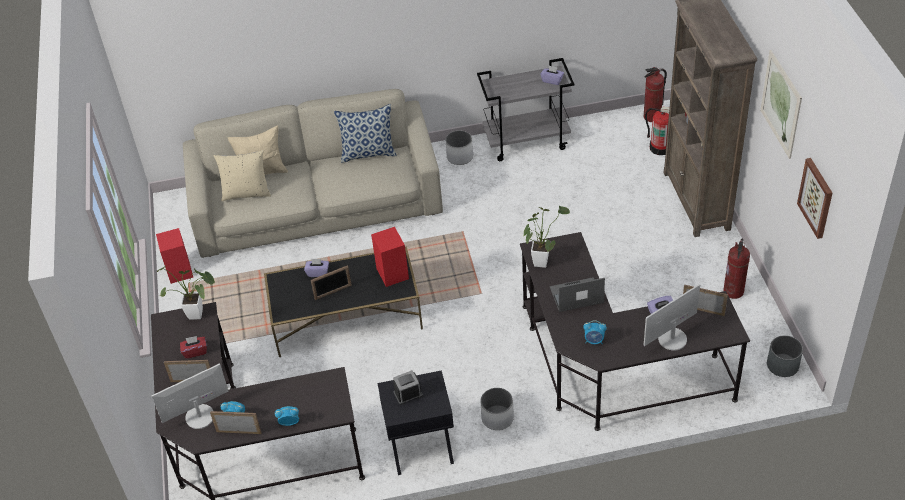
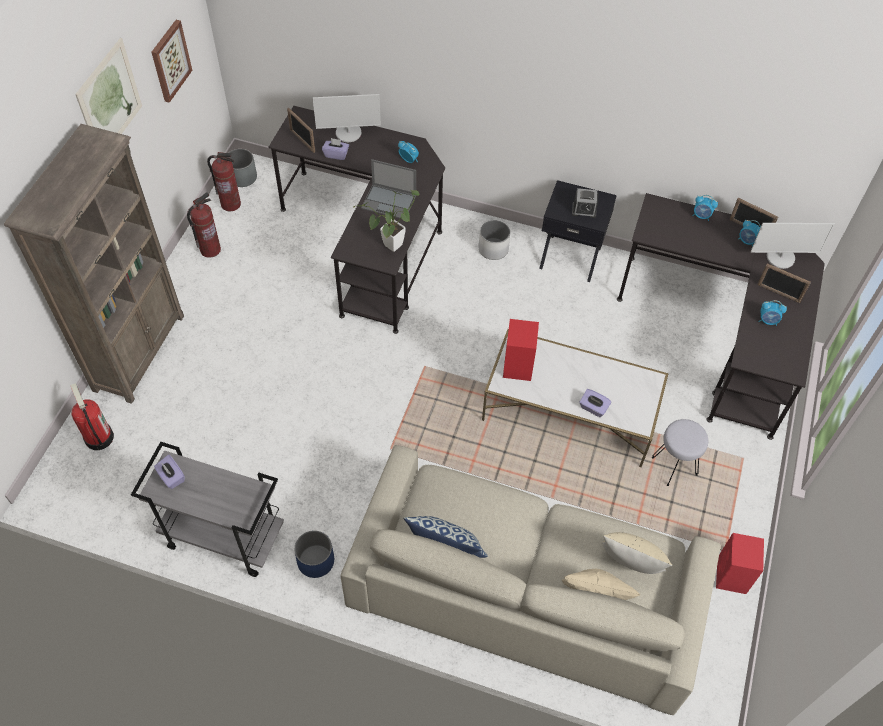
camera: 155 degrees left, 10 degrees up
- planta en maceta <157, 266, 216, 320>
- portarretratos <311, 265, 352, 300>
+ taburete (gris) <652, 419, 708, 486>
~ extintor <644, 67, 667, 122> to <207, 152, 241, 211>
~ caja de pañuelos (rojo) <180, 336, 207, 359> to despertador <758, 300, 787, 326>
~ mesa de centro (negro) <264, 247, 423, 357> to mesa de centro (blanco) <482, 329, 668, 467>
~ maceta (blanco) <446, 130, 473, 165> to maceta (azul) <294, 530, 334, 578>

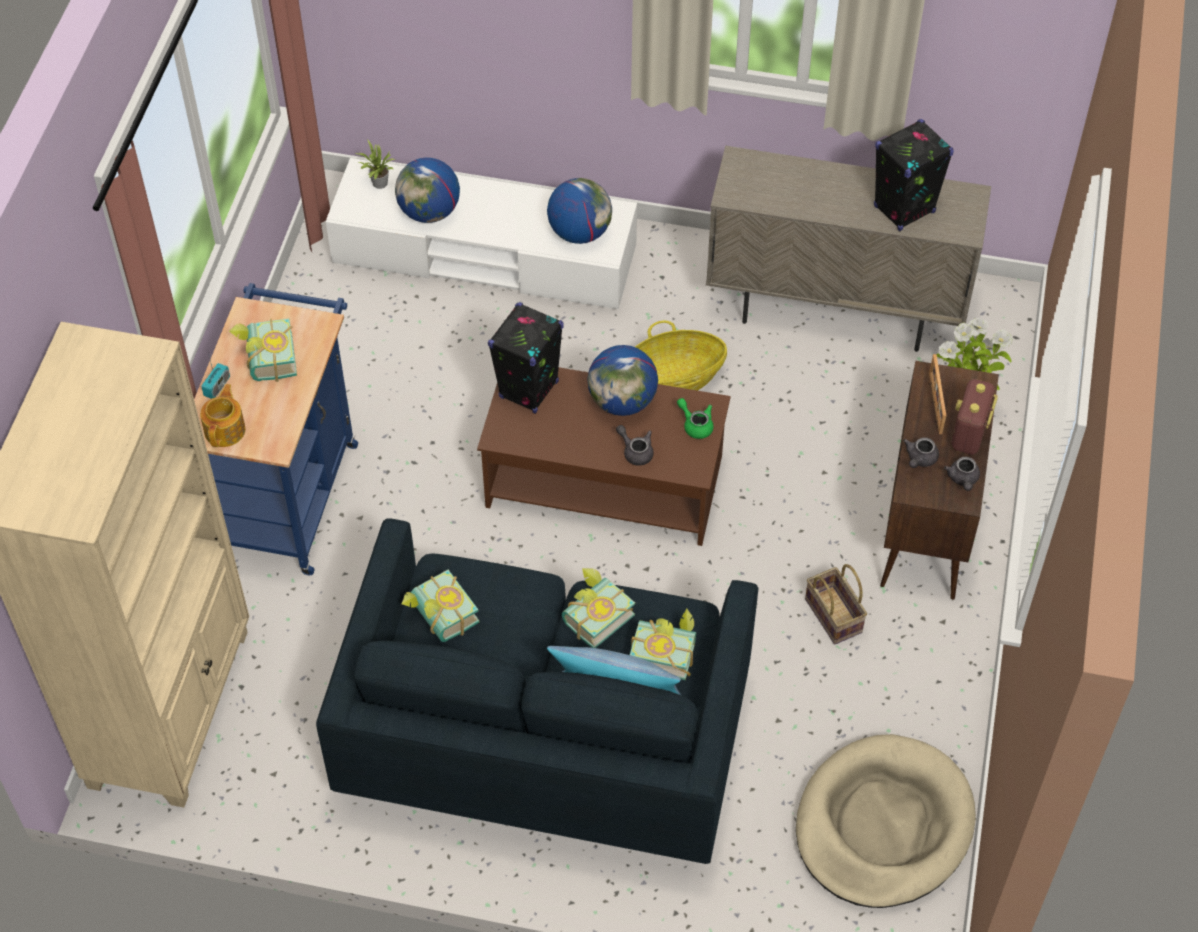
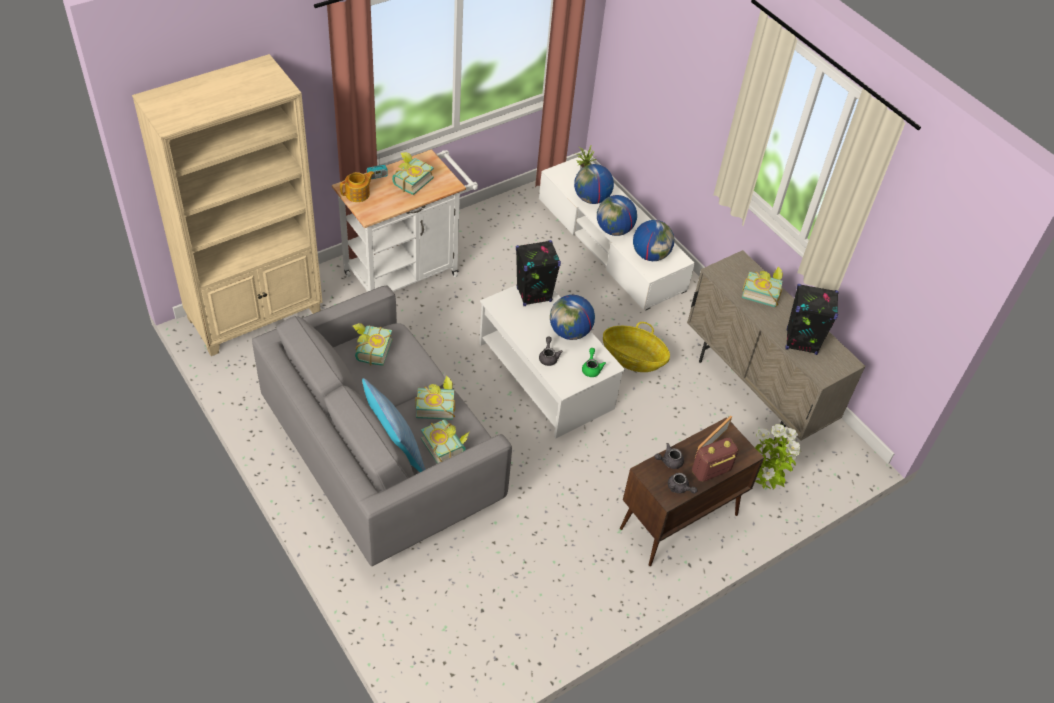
camera: 40 degrees right, 5 degrees down
- cama para perro (beis) <796, 734, 976, 908>
- cesta <805, 564, 867, 644>
+ globo terráqueo <597, 195, 637, 236>
+ libro <742, 266, 783, 307>
~ carrito (azul) <194, 283, 358, 575> to carrito (blanco) <332, 149, 478, 292>
~ sofá (azul) <316, 518, 758, 864> to sofá (gris) <252, 285, 512, 566>
~ mesa de centro (marrón) <477, 367, 731, 546> to mesa de centro (blanco) <479, 285, 625, 438>
~ tetera (gris) <944, 457, 980, 491> = <668, 473, 698, 493> 90 degrees counterclockwise

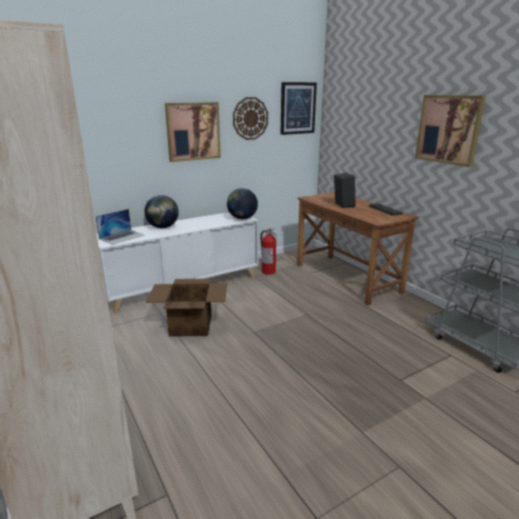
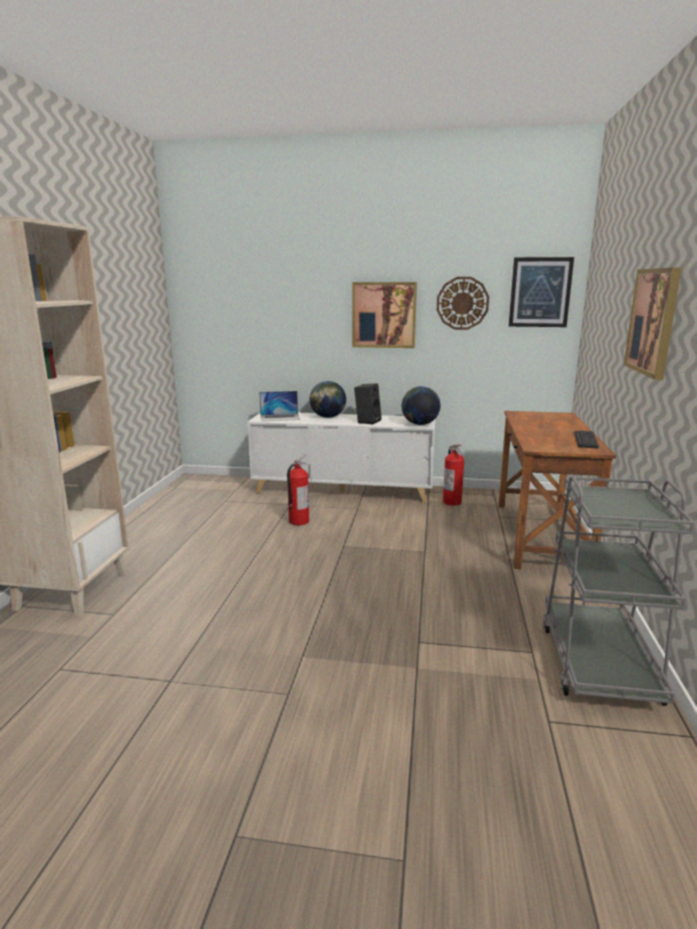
camera: 40 degrees right, 5 degrees down
~ altavoz (negro) <334, 173, 356, 208> to <354, 383, 382, 425>
~ caja de cartón <146, 279, 227, 337> to extintor <287, 454, 309, 525>

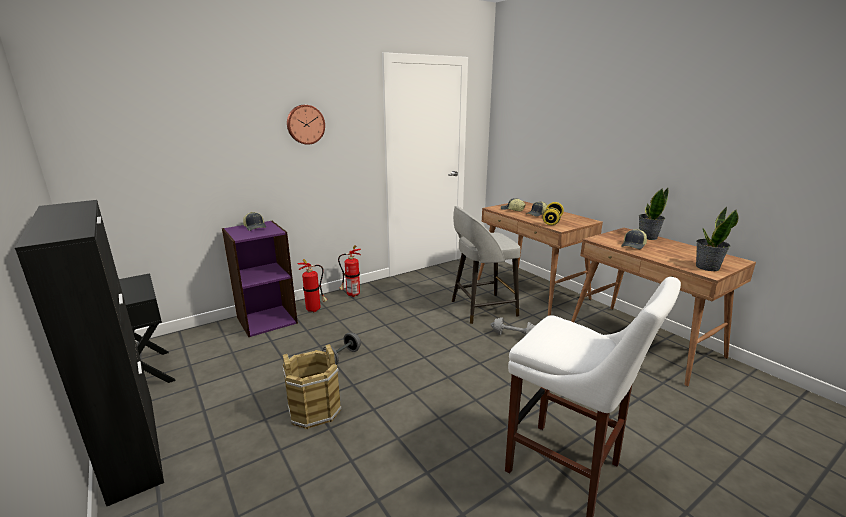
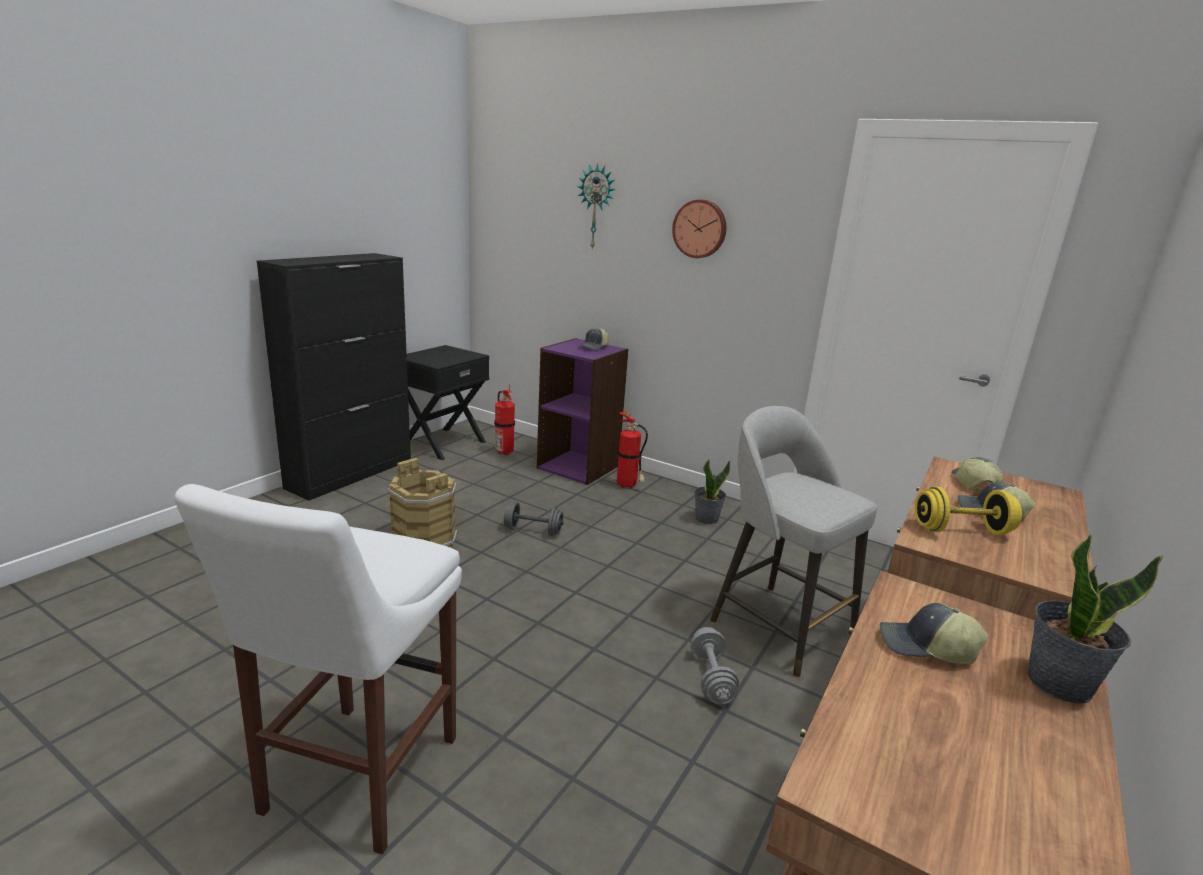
camera: 65 degrees right, 0 degrees up
+ reloj de pared <577, 163, 616, 250>
~ extintor <338, 245, 361, 297> to <494, 385, 515, 455>
~ planta en maceta <696, 207, 739, 271> to <694, 459, 731, 525>

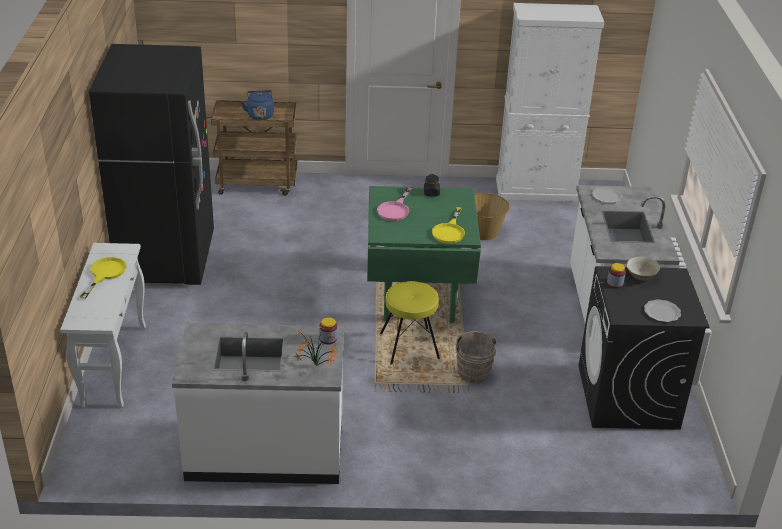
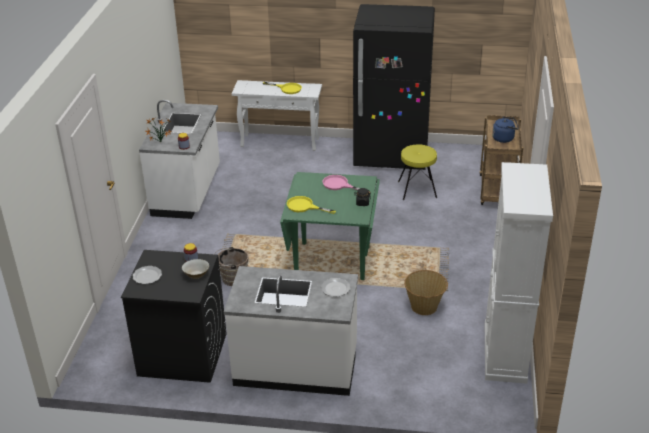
camera: 100 degrees right, 0 degrees up
~ taburete (amarillo) <380, 281, 440, 365> to <398, 145, 437, 200>

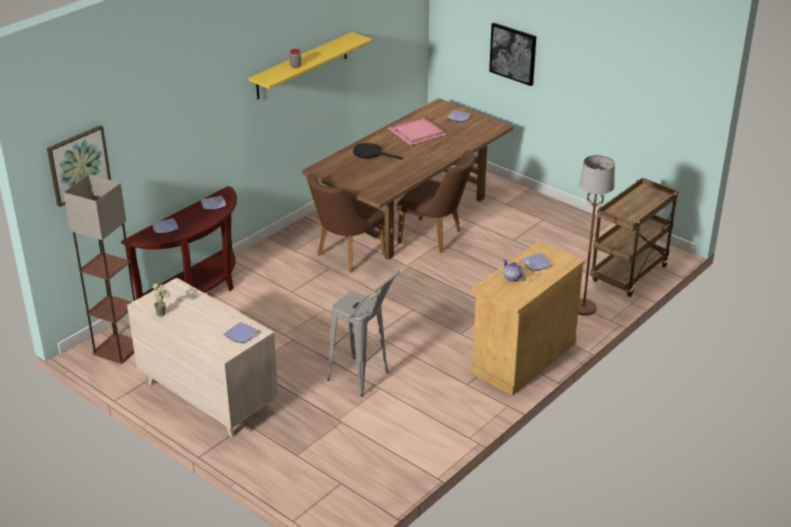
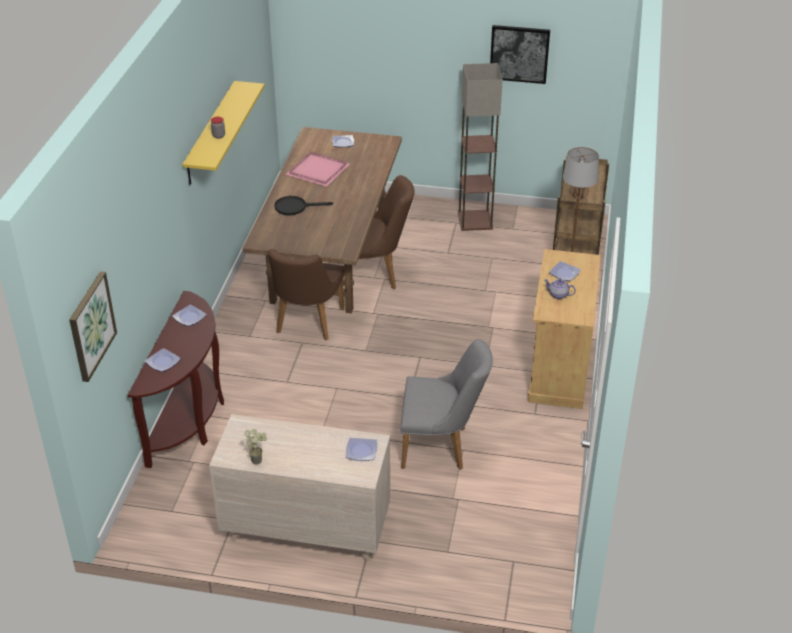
camera: 30 degrees left, 5 degrees up
~ lámpara de pie <63, 174, 135, 364> to <458, 63, 503, 231>
~ cuadro <489, 23, 536, 86> to <490, 25, 550, 84>
~ taburete (gris) <327, 270, 400, 396> to silla (gris) <400, 339, 493, 470>

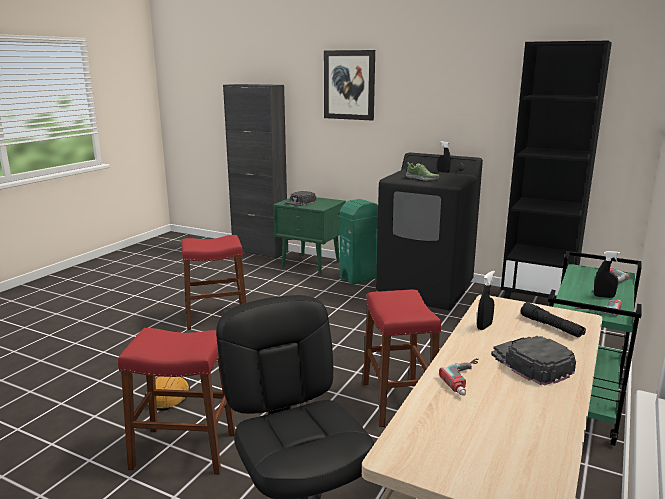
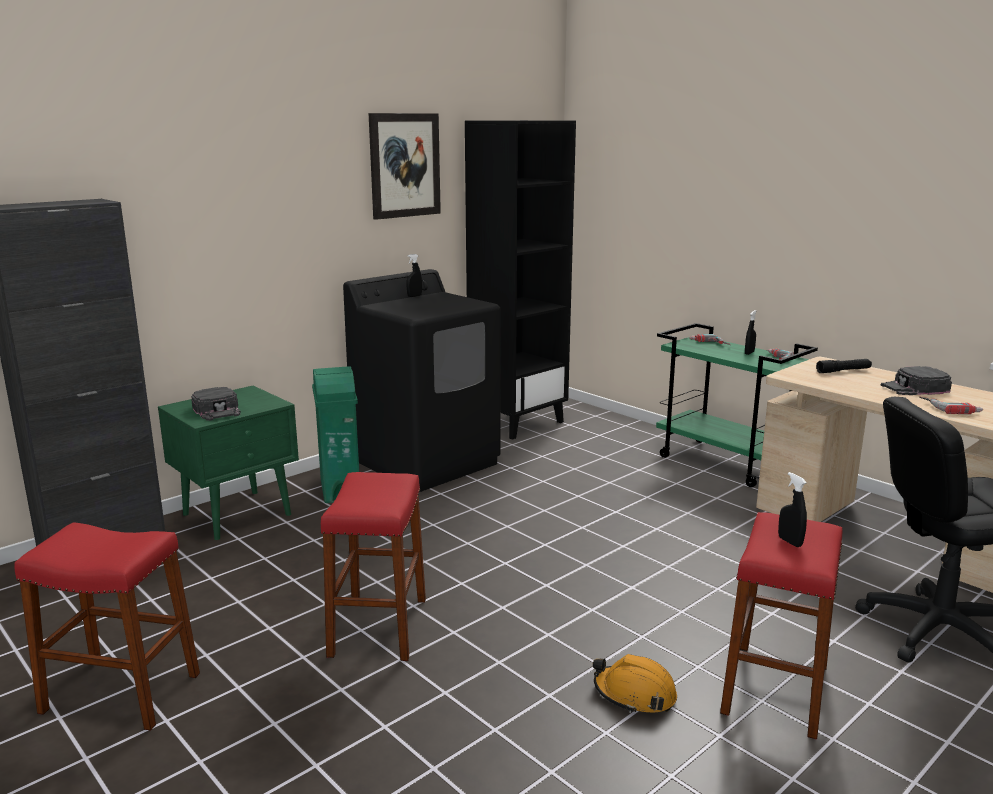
camera: 70 degrees left, 0 degrees up
- zapato <406, 163, 439, 181>
~ cuadro <324, 50, 375, 121> to <369, 113, 441, 220>
~ taburete (rojo) <363, 290, 441, 427> to <14, 522, 200, 731>
~ pulverizador (negro) <477, 271, 495, 330> to <778, 472, 807, 547>

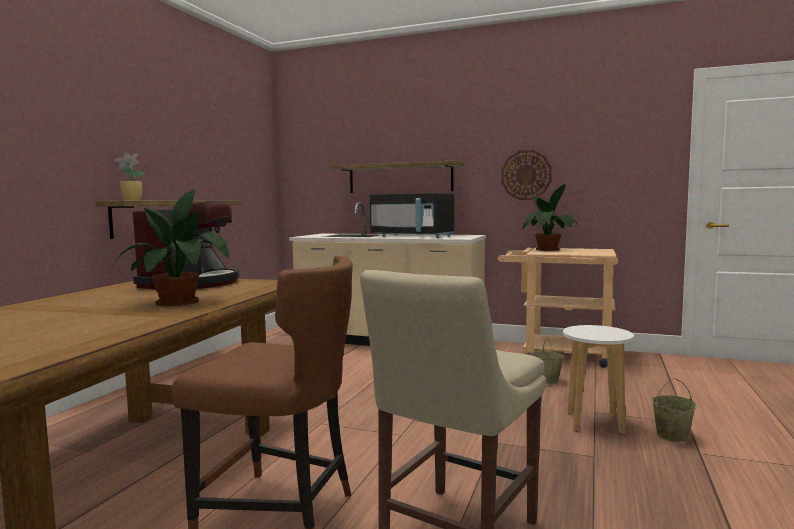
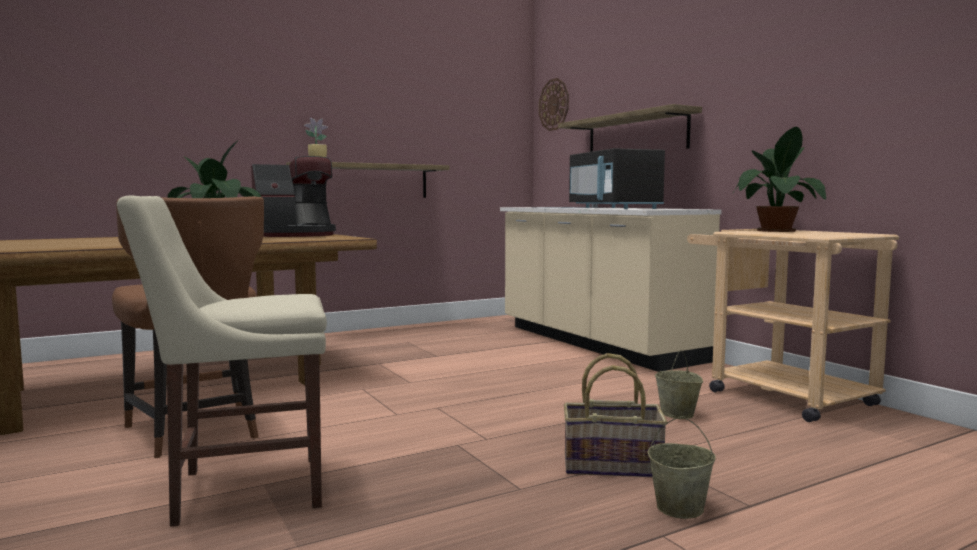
camera: 40 degrees right, 0 degrees up
~ reloj de pared <501, 150, 552, 200> to <539, 78, 569, 131>
~ taburete (blanco) <563, 325, 634, 435> to cesta <564, 353, 667, 477>

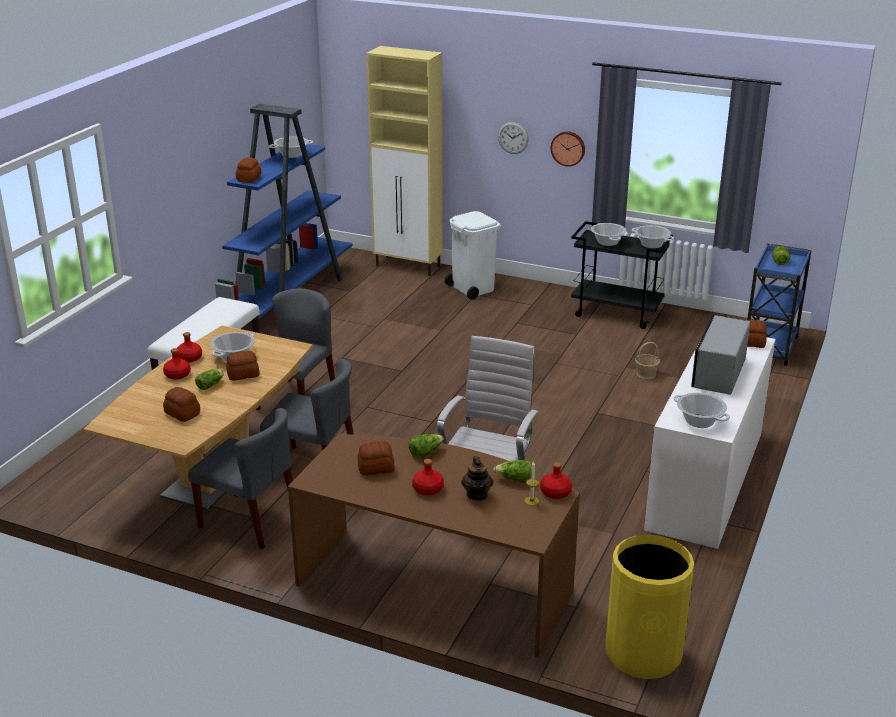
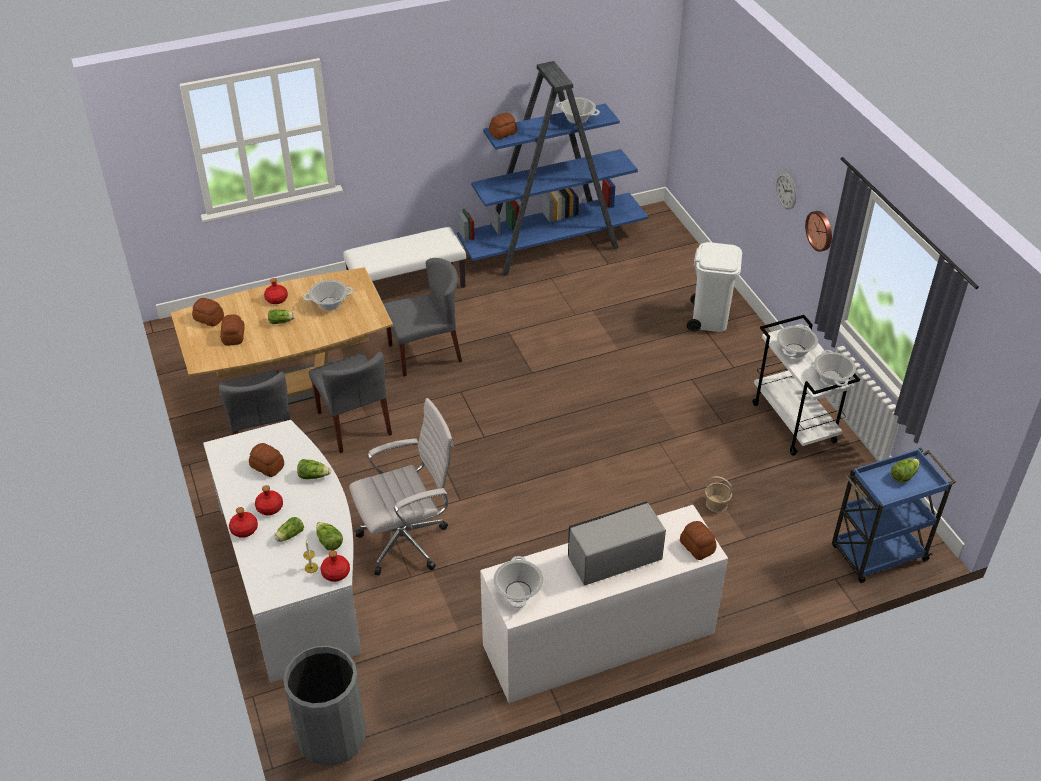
camera: 45 degrees right, 15 degrees up
- armario (beis) <366, 46, 443, 276>
~ botella (rojo) <177, 332, 202, 363> to <229, 507, 258, 538>
~ pan <226, 351, 260, 381> to <192, 298, 224, 327>
~ tetera <461, 456, 493, 501> to lechuga <275, 517, 304, 542>
~ escritorio (marrón) <288, 434, 580, 658> to escritorio (blanco) <203, 420, 362, 683>
~ carrito (negro) <571, 221, 673, 329> to carrito (blanco) <753, 315, 860, 456>
~ papelera (amarillo) <605, 534, 694, 679> to papelera (gris) <283, 646, 366, 766>

